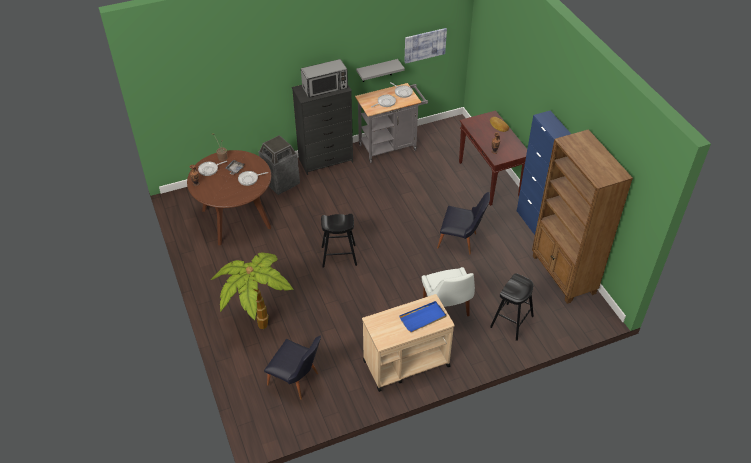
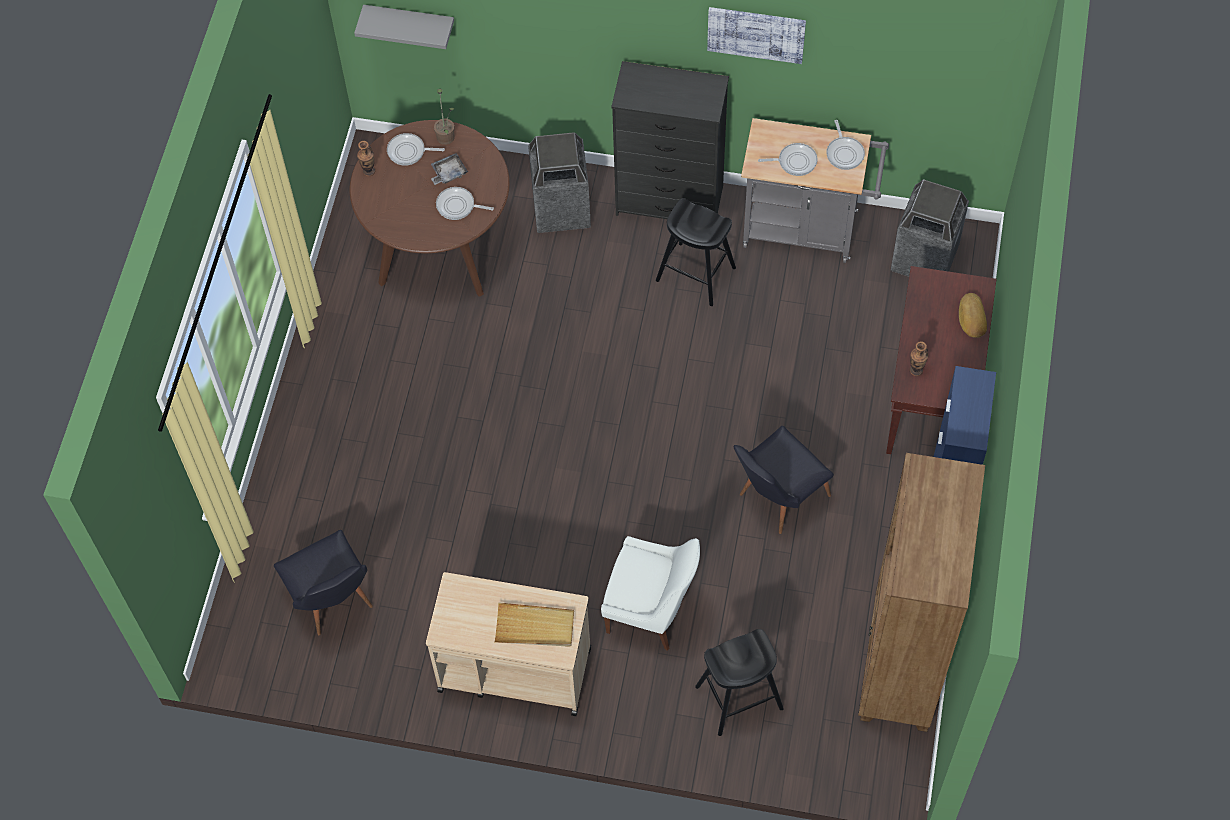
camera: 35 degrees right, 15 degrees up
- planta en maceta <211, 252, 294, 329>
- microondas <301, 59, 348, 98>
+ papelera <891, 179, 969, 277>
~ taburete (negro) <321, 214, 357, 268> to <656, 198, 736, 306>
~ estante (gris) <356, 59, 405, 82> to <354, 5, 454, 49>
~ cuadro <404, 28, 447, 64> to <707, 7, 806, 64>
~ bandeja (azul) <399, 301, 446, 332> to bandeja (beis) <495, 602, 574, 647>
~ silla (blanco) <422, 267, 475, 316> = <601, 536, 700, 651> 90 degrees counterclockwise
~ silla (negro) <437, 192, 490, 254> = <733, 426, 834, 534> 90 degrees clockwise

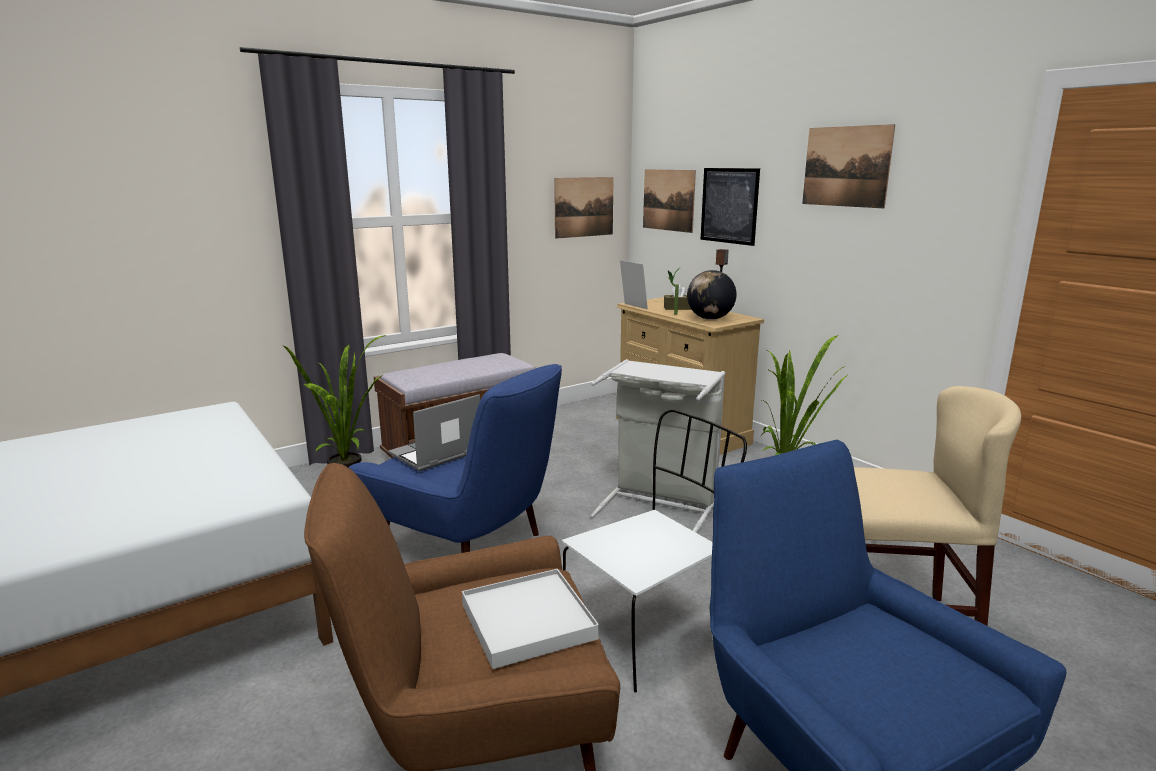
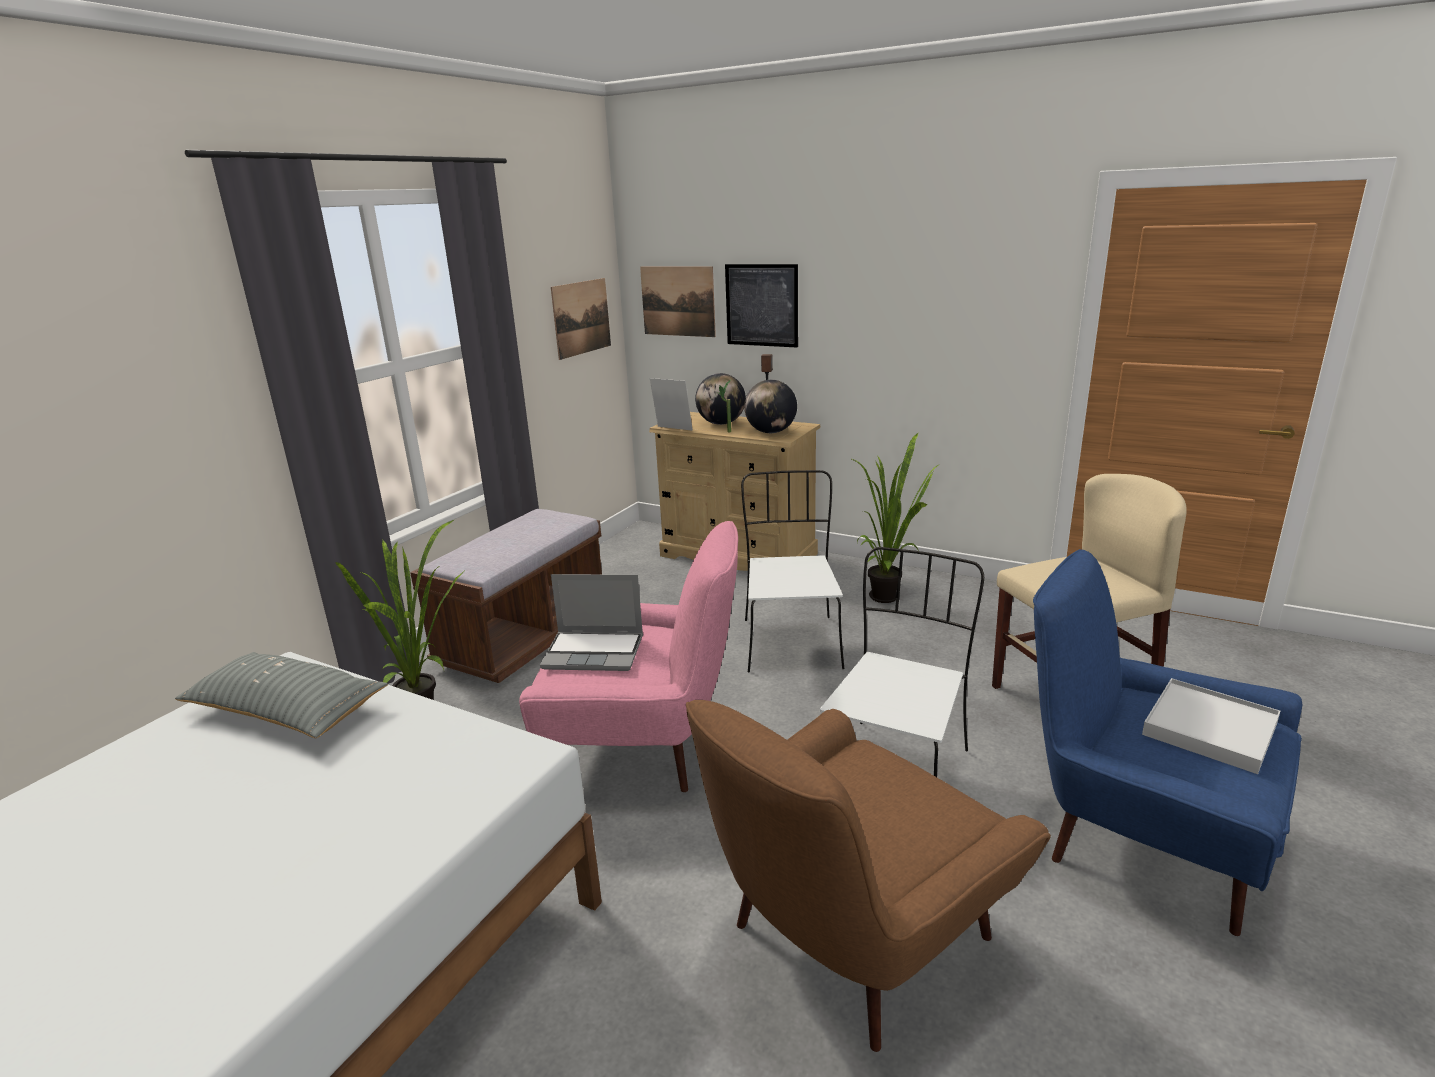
camera: 25 degrees left, 5 degrees up
- cuadro <802, 124, 895, 209>
+ cojín (gris) <175, 652, 388, 738>
~ bandeja (blanco) <462, 569, 599, 669> to <1142, 678, 1280, 774>
~ cesto de la ropa (gris) <591, 359, 725, 533> to silla (blanco) <741, 470, 844, 673>
~ caja de pañuelos (marrón) <664, 284, 691, 310> to globo terráqueo <695, 373, 746, 425>
~ sillón (azul) <348, 364, 562, 553> to sillón (rosa) <519, 521, 738, 792>
~ portátil <388, 394, 480, 471> = <540, 574, 643, 671> 105 degrees counterclockwise

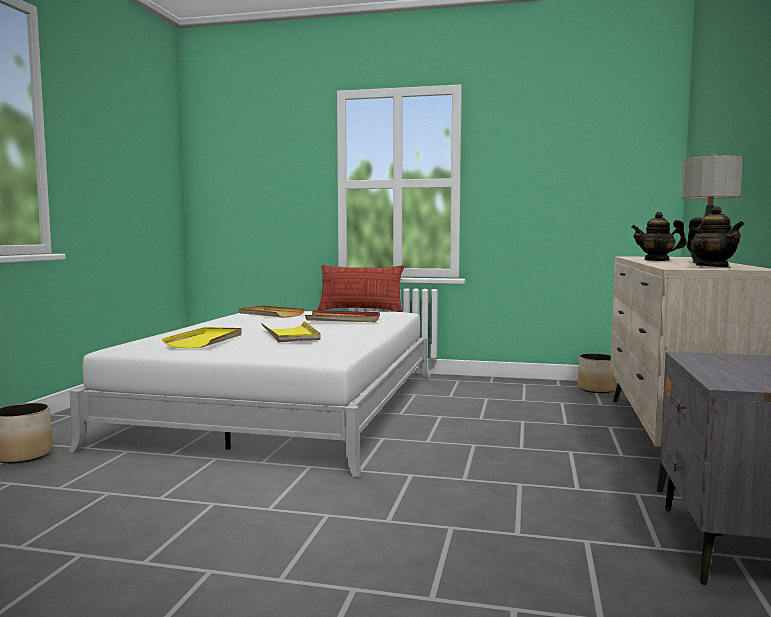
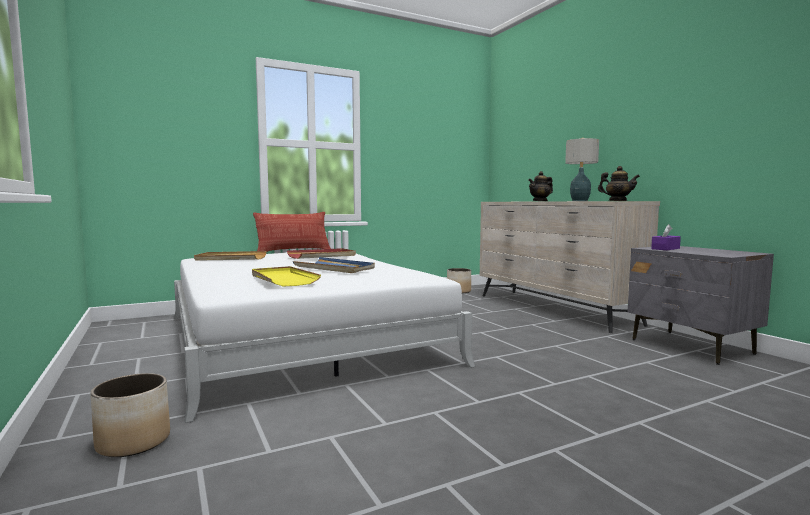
camera: 40 degrees left, 0 degrees up
+ caja de pañuelos (morado) <651, 224, 681, 250>
~ bandeja (amarillo) <261, 321, 321, 342> to bandeja (azul) <293, 257, 375, 273>

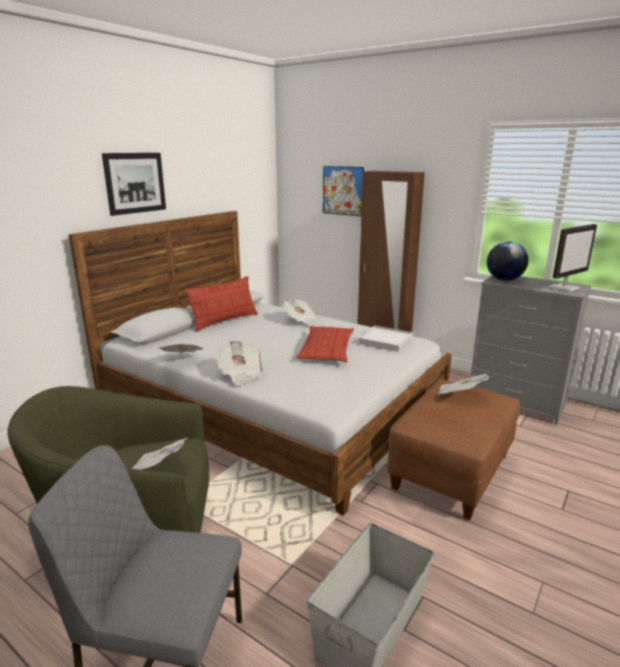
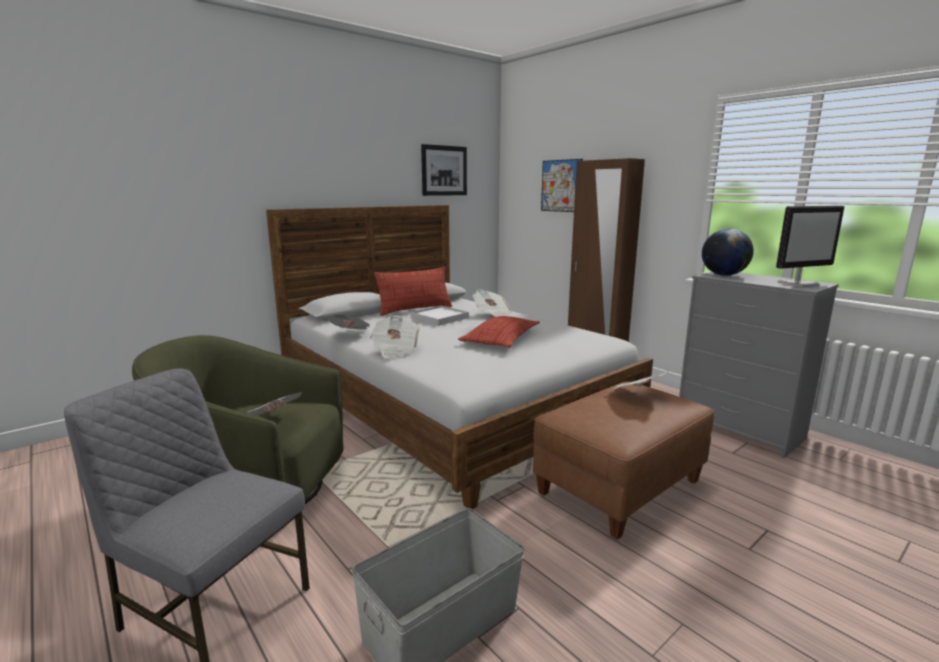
camera: 15 degrees right, 5 degrees down
~ cuadro <102, 153, 166, 216> to <421, 144, 467, 196>
~ bandeja (blanco) <358, 326, 413, 352> to <411, 306, 469, 326>

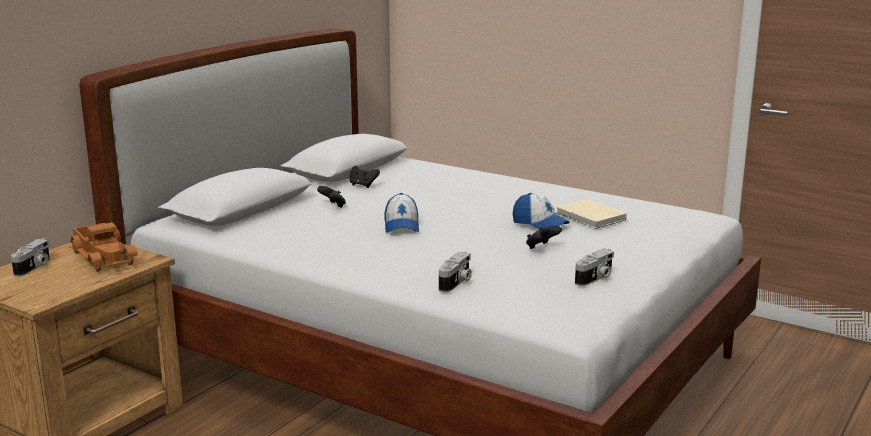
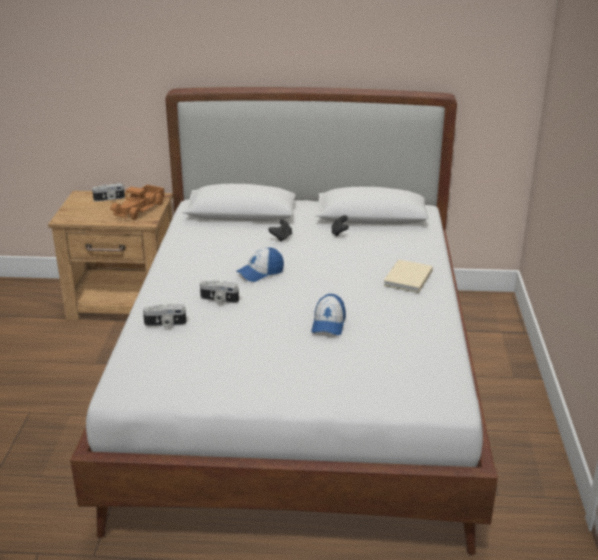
camera: 60 degrees right, 10 degrees up
- mando de consola (negro) <526, 226, 562, 249>
~ libro (beis) <556, 199, 627, 229> to <383, 259, 433, 293>
~ cámara <575, 249, 614, 286> to <200, 280, 239, 303>

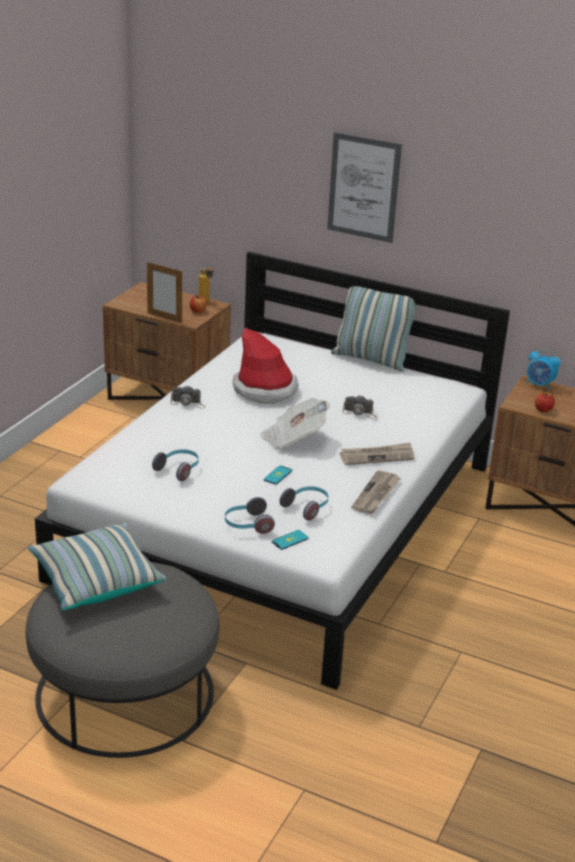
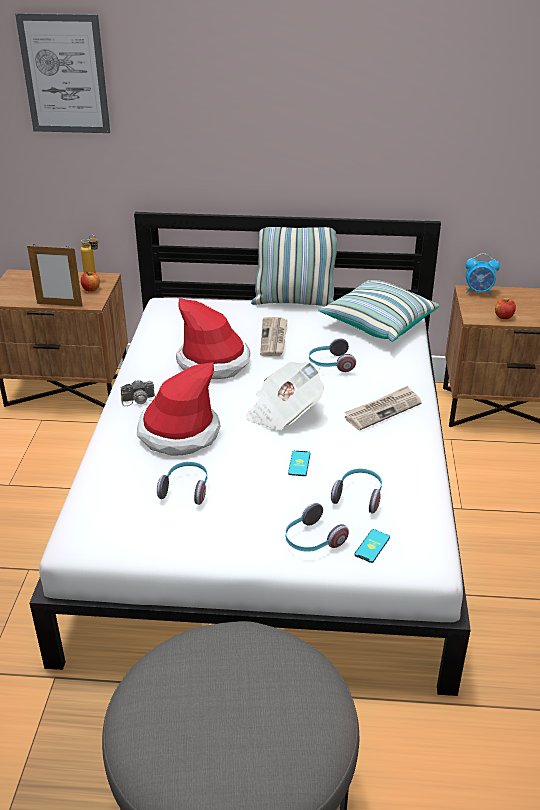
camera: 20 degrees left, 5 degrees up
+ sombrero <137, 362, 221, 456>
~ cojín <28, 523, 166, 610> to <318, 280, 439, 342>
~ cuadro <327, 132, 402, 243> to <15, 13, 110, 133>
~ periódico <351, 470, 401, 514> to <260, 317, 288, 356>
~ cámara <343, 395, 377, 419> to auriculares <309, 338, 356, 372>

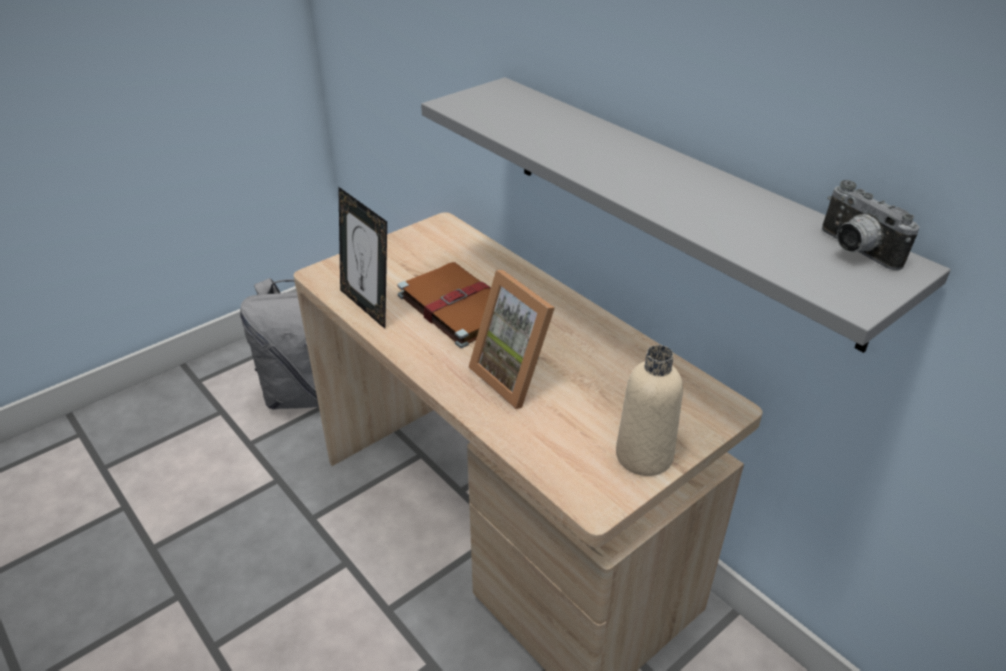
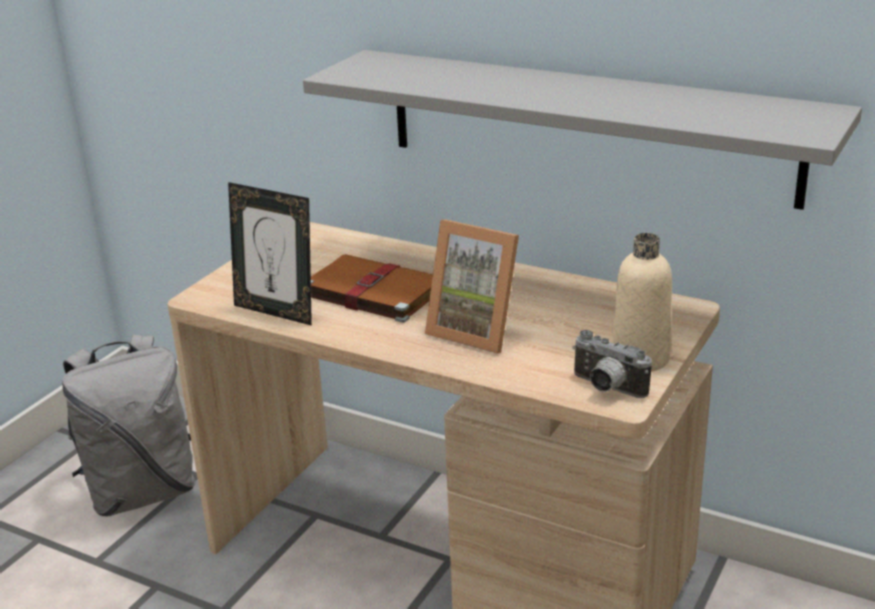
camera: 20 degrees left, 10 degrees down
~ cámara <822, 180, 919, 270> to <573, 330, 652, 398>

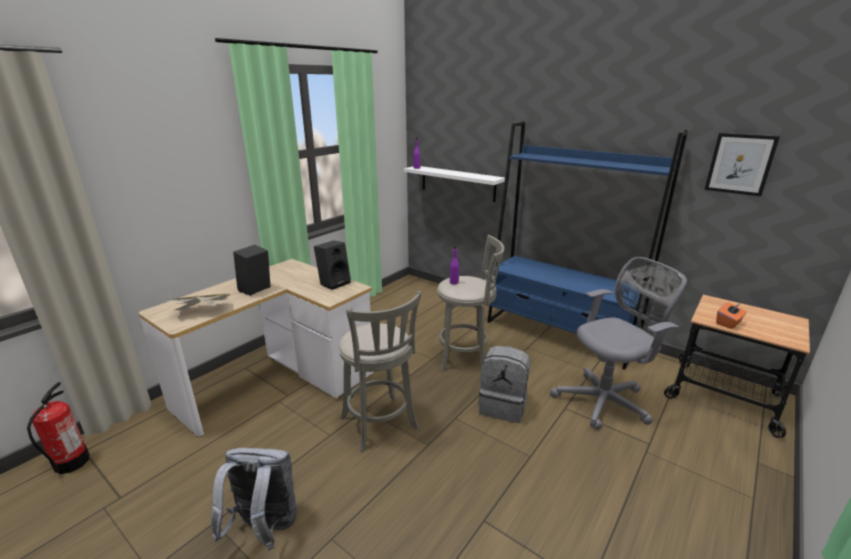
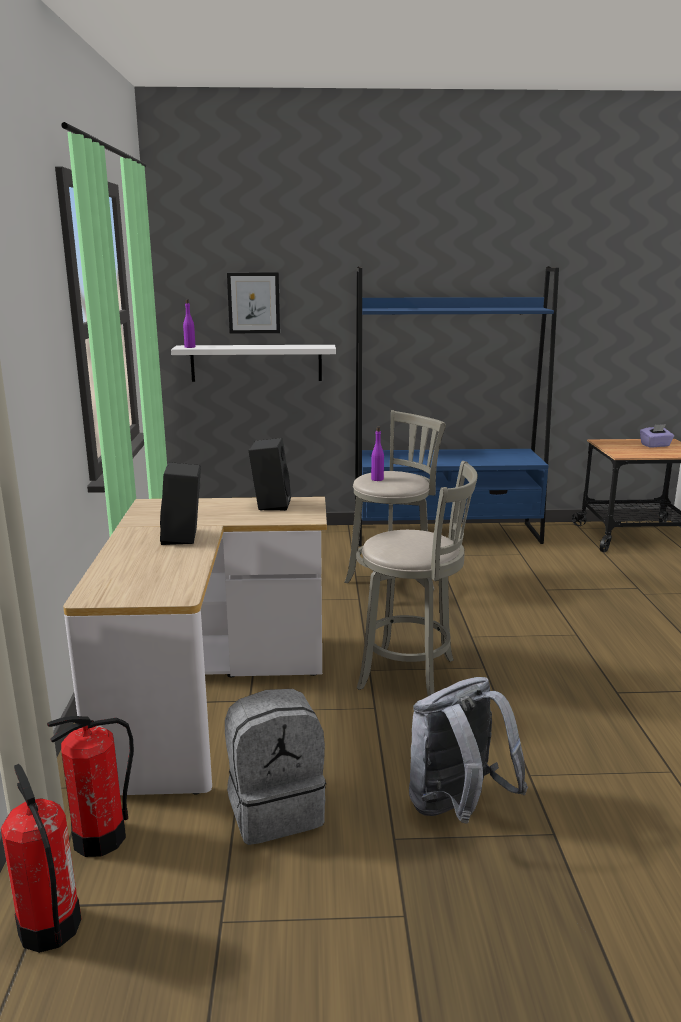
camera: 40 degrees left, 5 degrees down
- libro <167, 294, 231, 310>
- silla de oficina (gris) <550, 257, 687, 430>
- caja de pañuelos (naranja) <716, 302, 747, 329>
+ extintor <47, 716, 134, 857>
+ caja de pañuelos (morado) <640, 424, 674, 448>
~ mochila (gris) <478, 346, 531, 423> to <225, 689, 327, 845>
~ cuadro <704, 133, 780, 196> to <227, 272, 280, 333>

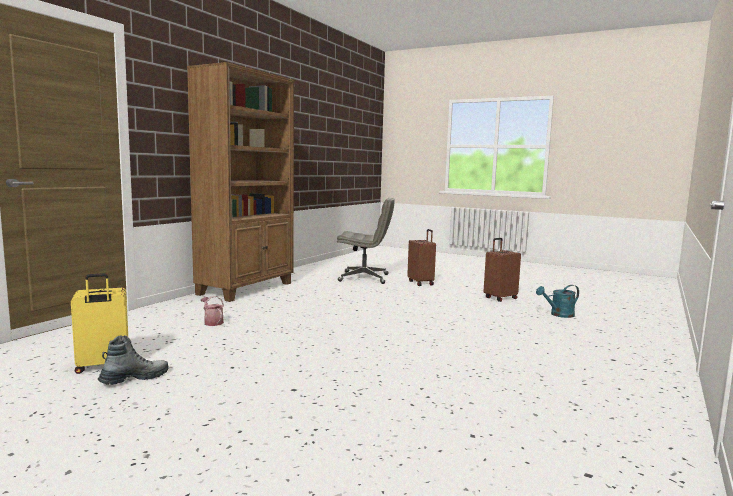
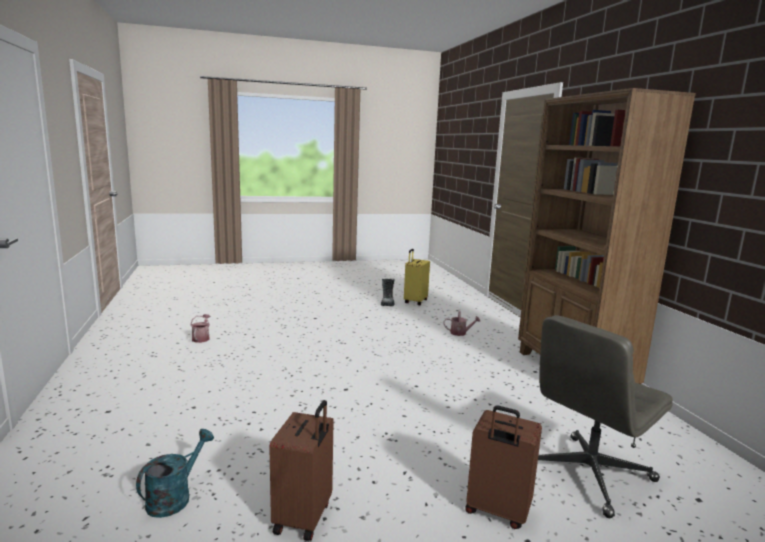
camera: 135 degrees right, 5 degrees up
+ regadera <190, 314, 210, 343>

